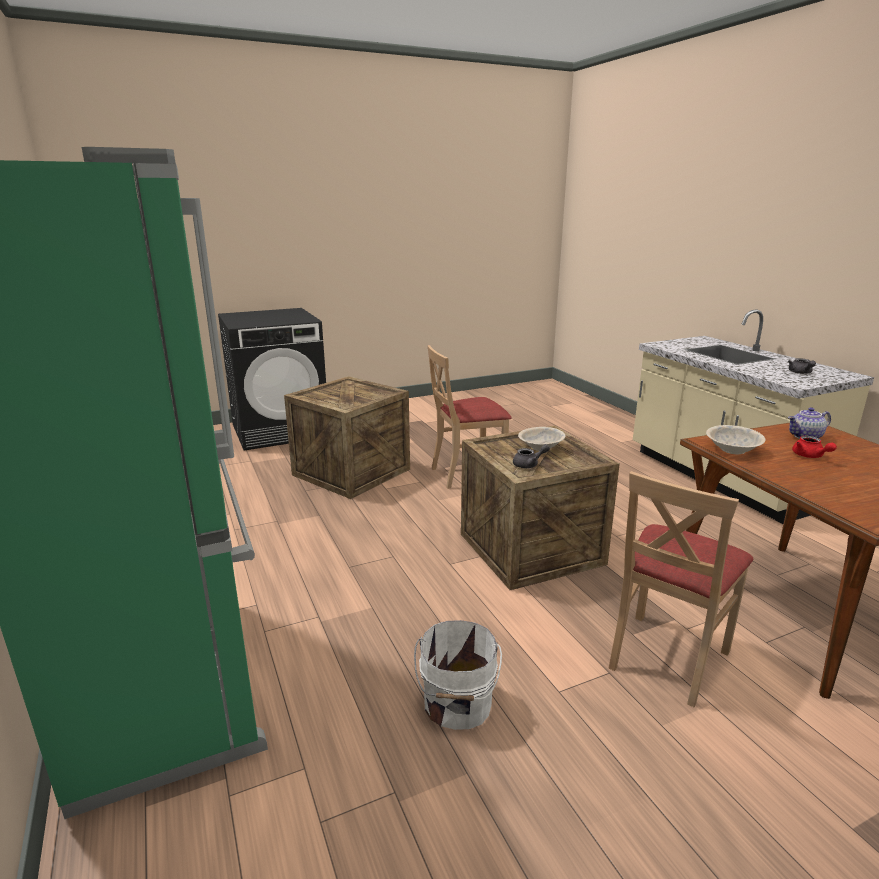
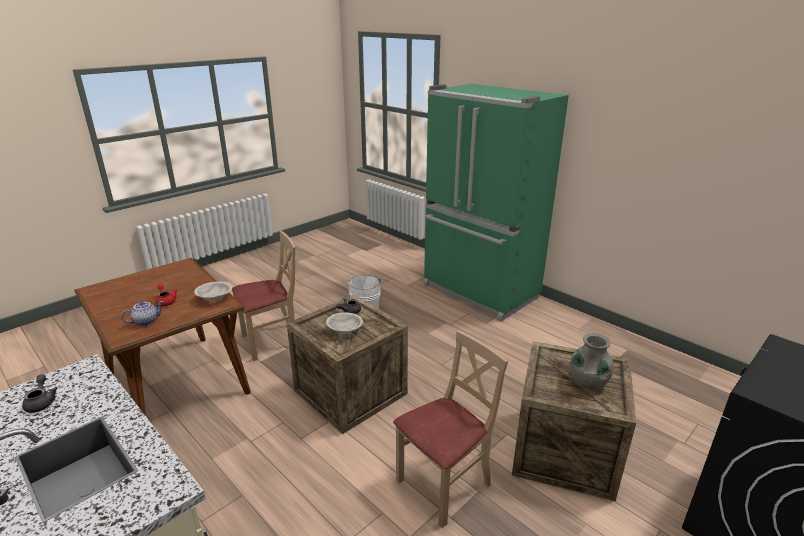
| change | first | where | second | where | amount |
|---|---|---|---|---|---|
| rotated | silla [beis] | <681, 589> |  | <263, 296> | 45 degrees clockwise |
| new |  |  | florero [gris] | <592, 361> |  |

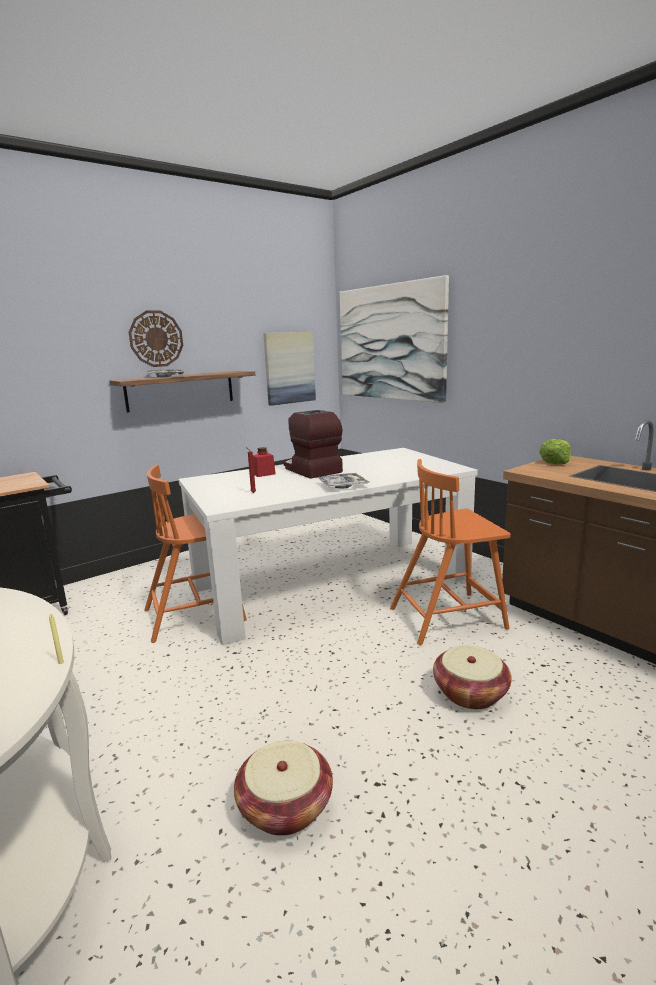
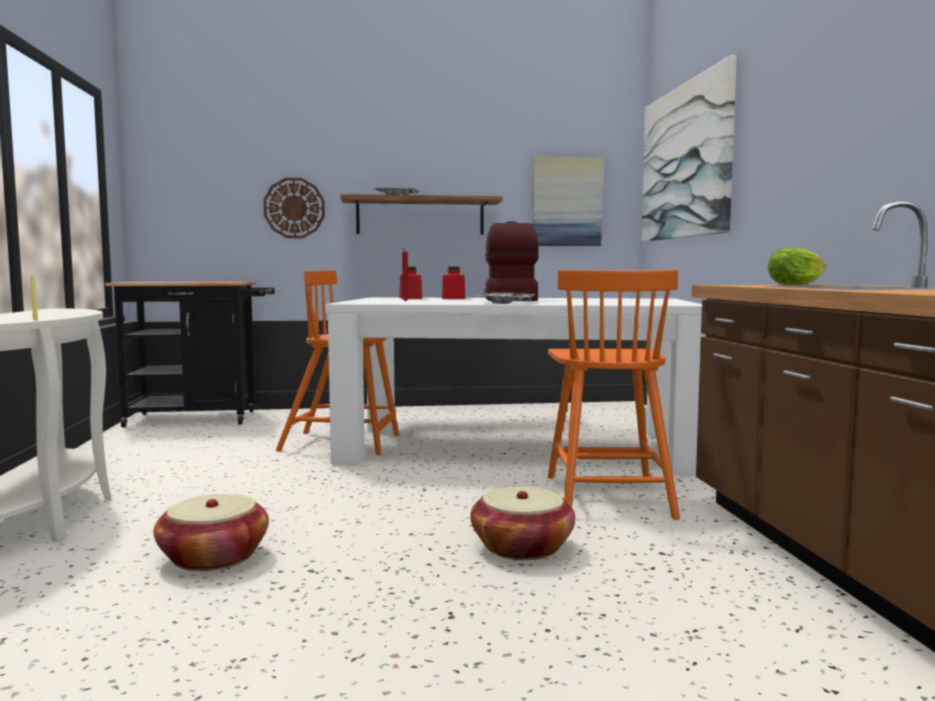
| change | first | where | second | where | amount |
|---|---|---|---|---|---|
| shifted | reloj de pared | <156, 339> |  | <294, 208> |  |
| new |  |  | tarro [rojo] | <411, 283> |  |
| rotated | silla [naranja] | <450, 552> |  | <614, 395> | 105 degrees counterclockwise |

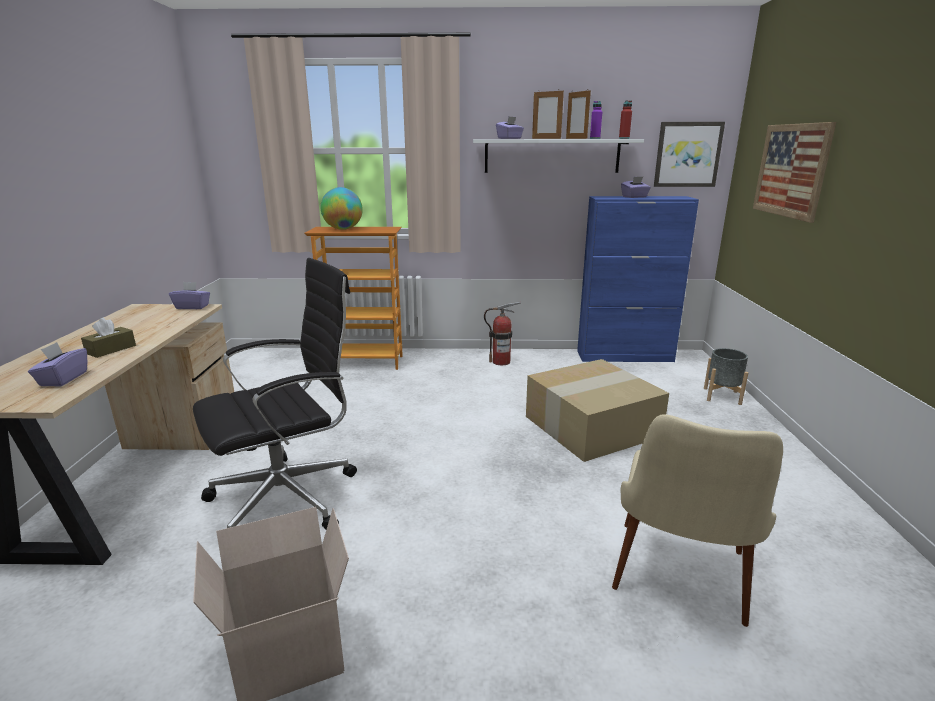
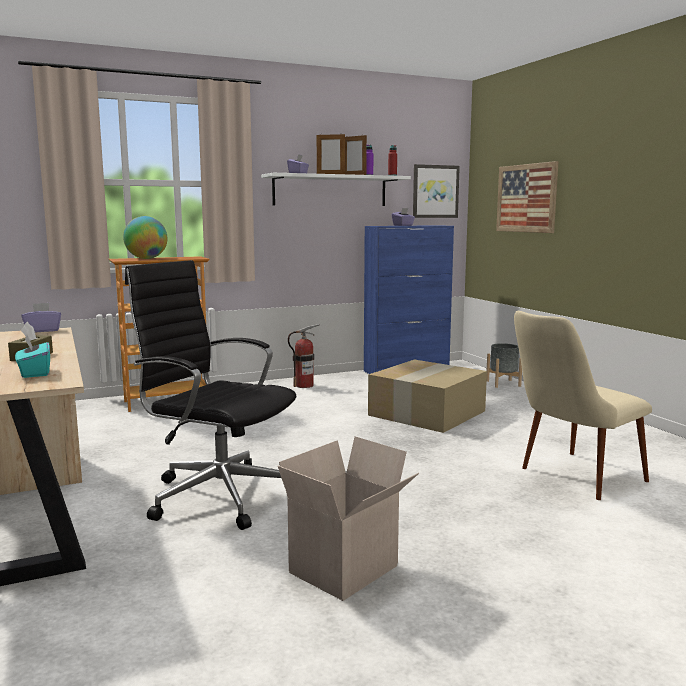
| change | first | where | second | where | amount |
|---|---|---|---|---|---|
| repainted | caja de pañuelos [morado] | <57, 364> | caja de pañuelos [turquesa] | <32, 357> |  |
| rotated | silla de oficina [negro] | <275, 394> |  | <210, 395> | 90 degrees counterclockwise |
| rotated | silla [beis] | <697, 520> |  | <583, 405> | 60 degrees clockwise |

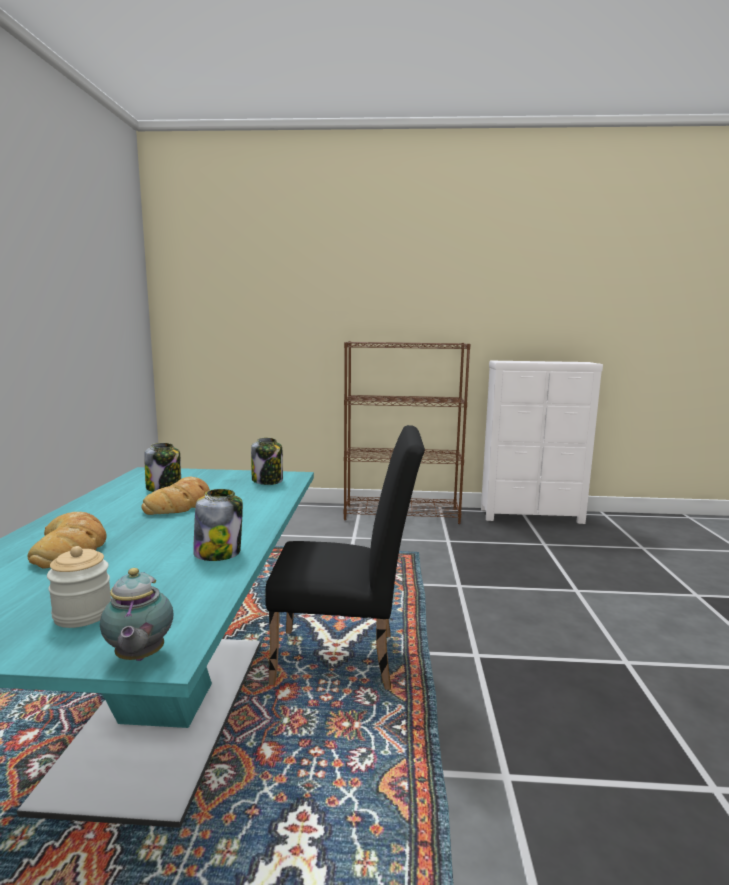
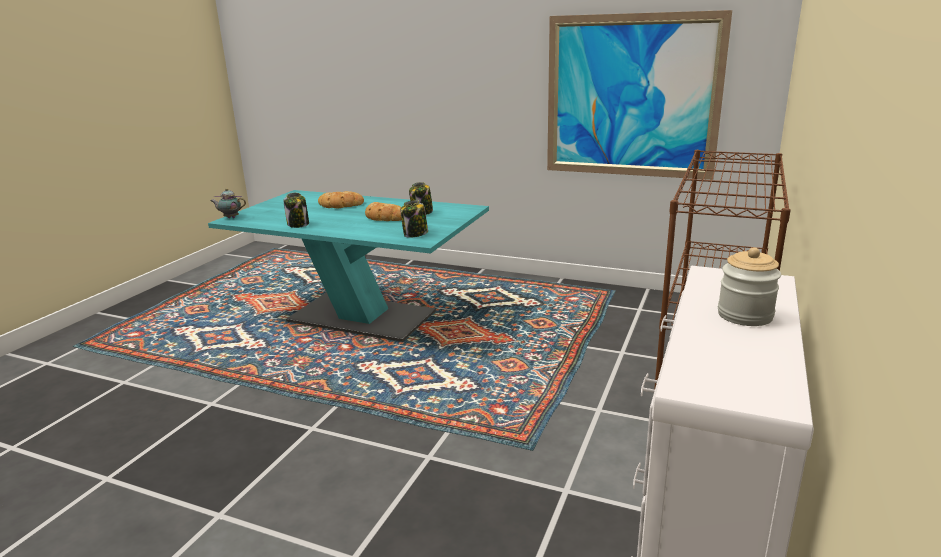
| change | first | where | second | where | amount |
|---|---|---|---|---|---|
| new |  |  | cuadro | <639, 95> |  |
| shifted | tarro | <79, 587> |  | <749, 286> |  |
| gone | silla [negro] | <345, 557> |  |  |  |

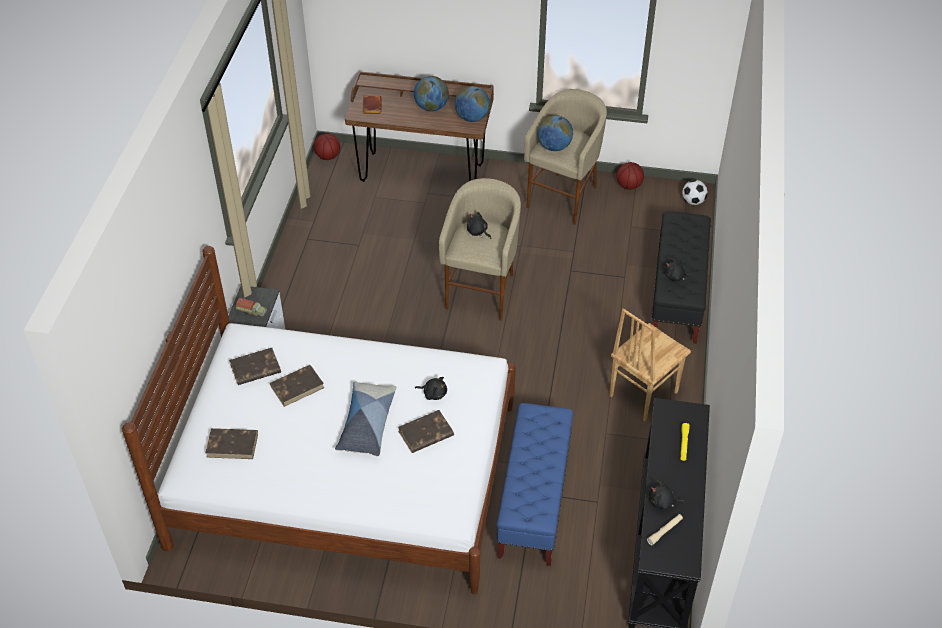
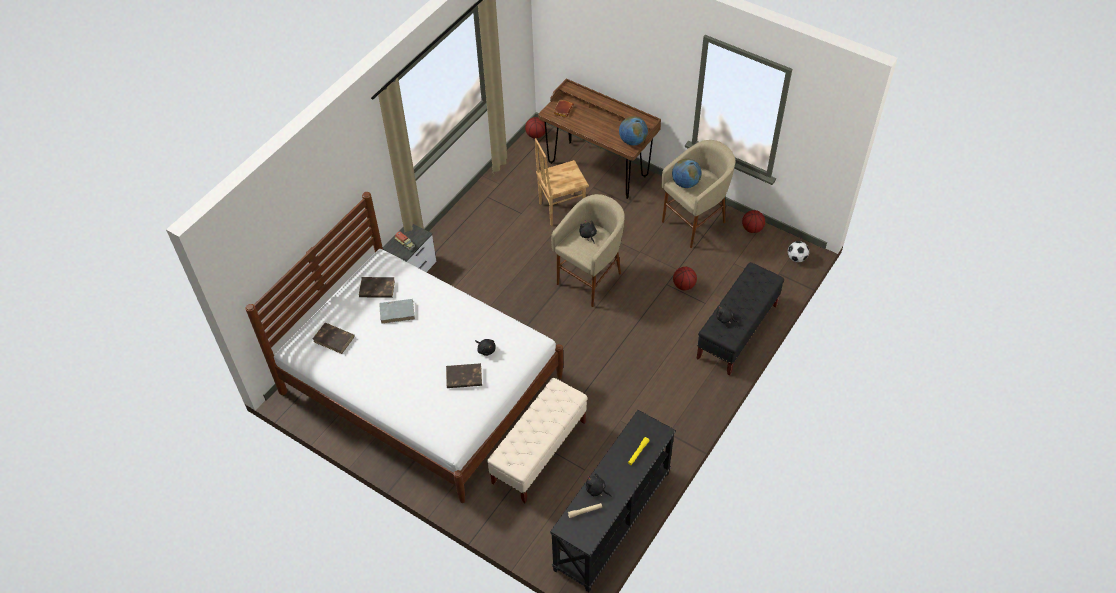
| change | first | where | second | where | amount |
|---|---|---|---|---|---|
| repainted | libro [marrón] | <297, 386> | libro [gris] | <397, 311> |  |
| repainted | banco [azul] | <534, 484> | banco [beis] | <537, 440> |  |
| shifted | silla [marrón] | <650, 364> |  | <562, 182> |  |
| new |  |  | balón de baloncesto | <685, 278> |  |
| gone | cojín | <366, 419> |  |  |  |
| gone | globo terráqueo | <431, 94> |  |  |  |

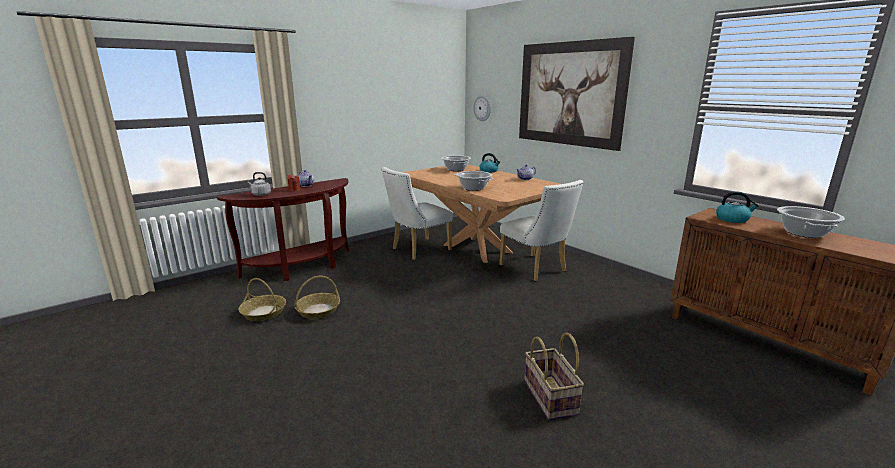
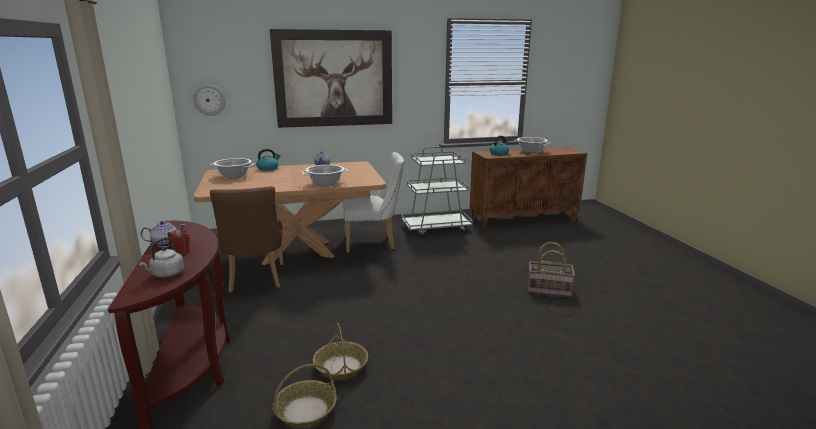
| change | first | where | second | where | amount |
|---|---|---|---|---|---|
| repainted | silla [blanco] | <417, 213> | silla [marrón] | <246, 239> |  |
| new |  |  | carrito [gris] | <437, 192> |  |

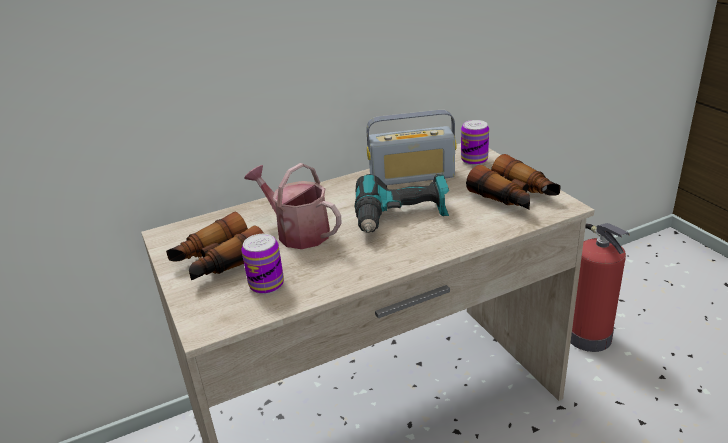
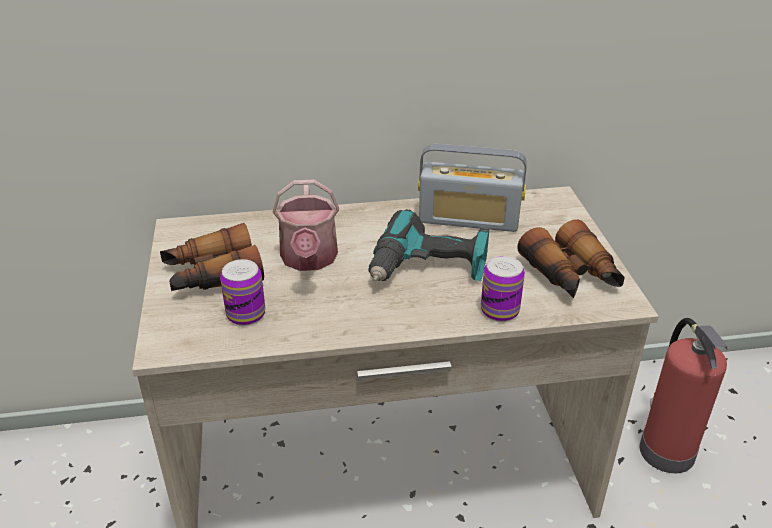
| change | first | where | second | where | amount |
|---|---|---|---|---|---|
| rotated | regadera | <293, 206> |  | <306, 225> | 150 degrees counterclockwise |
| shifted | lata | <475, 142> |  | <503, 289> |  |

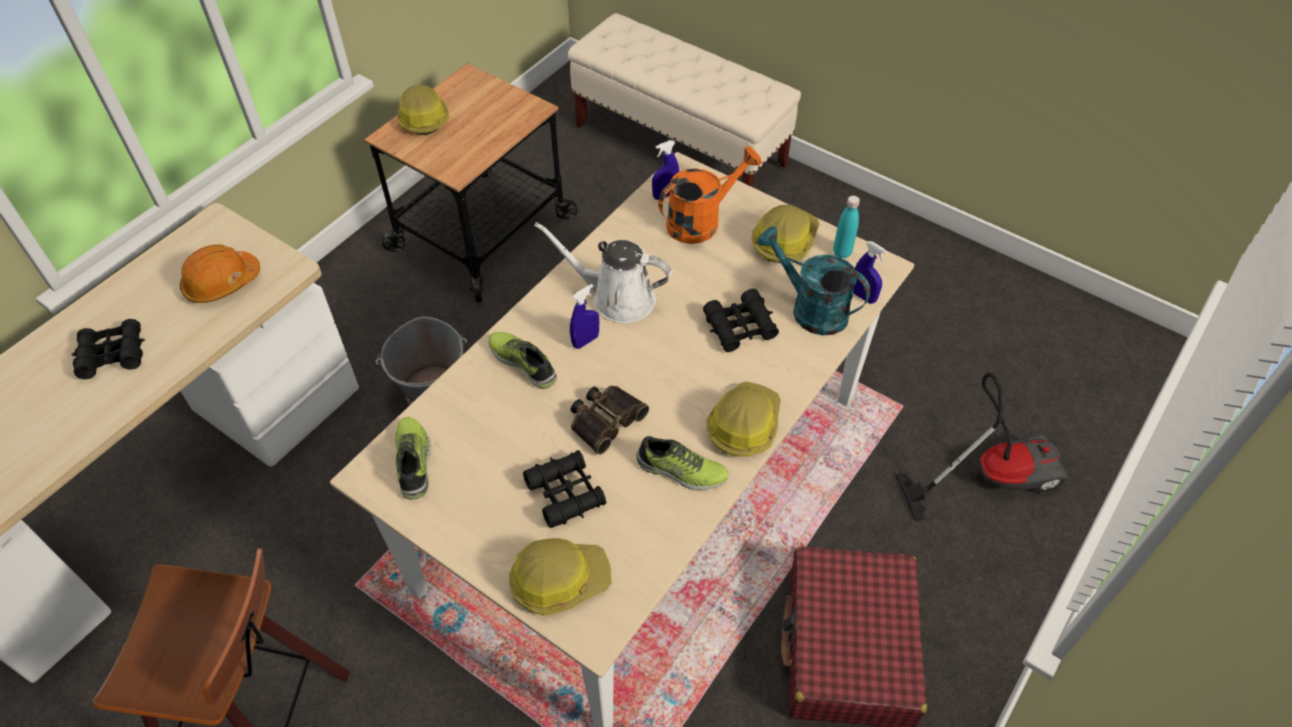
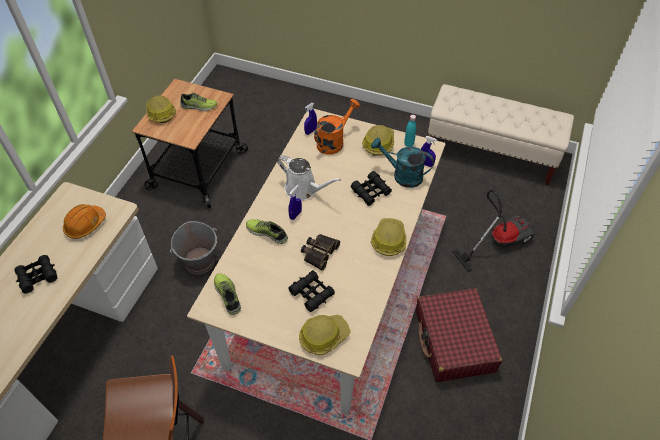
| change | first | where | second | where | amount |
|---|---|---|---|---|---|
| shifted | zapato | <682, 463> |  | <198, 102> |  |
| rotated | regadera [blanco] | <603, 272> |  | <309, 178> | 150 degrees counterclockwise |
| shifted | banco [beis] | <684, 100> |  | <500, 135> |  |

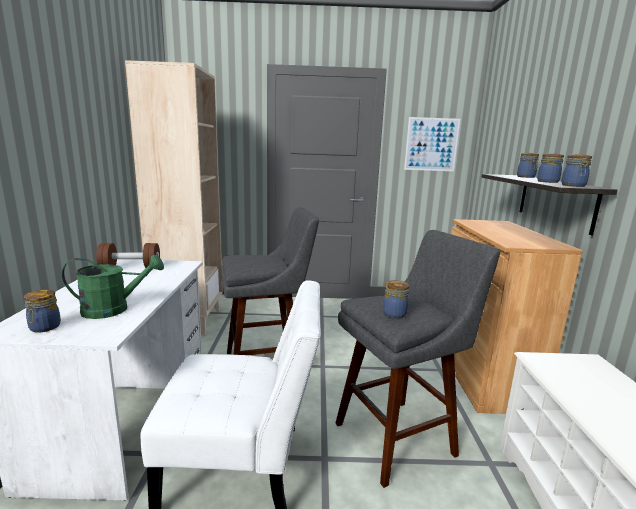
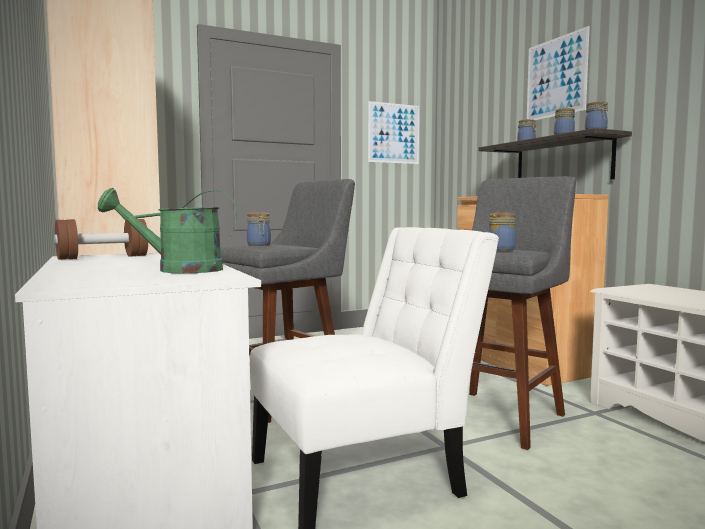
| change | first | where | second | where | amount |
|---|---|---|---|---|---|
| rotated | regadera [verde] | <113, 287> |  | <167, 230> | 150 degrees counterclockwise |
| shifted | tarro | <42, 311> |  | <259, 229> |  |
| new |  |  | cuadro | <558, 73> |  |

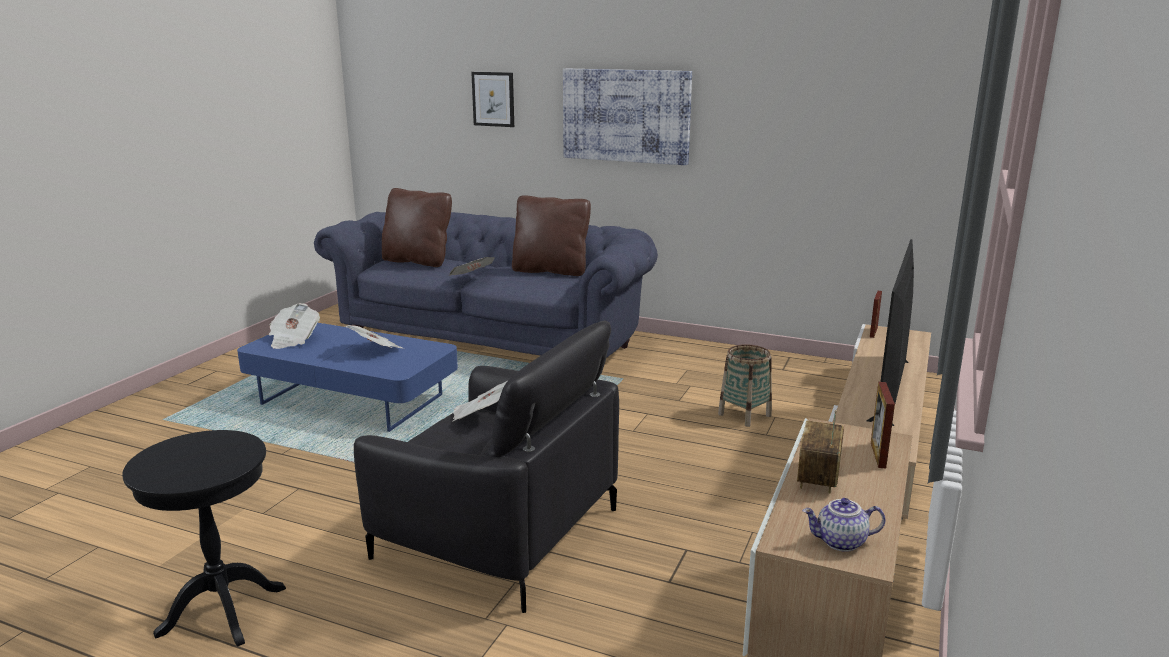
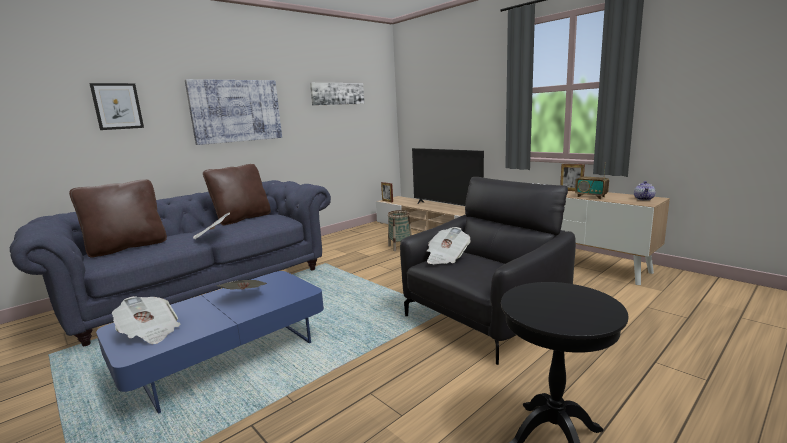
| change | first | where | second | where | amount |
|---|---|---|---|---|---|
| new |  |  | cuadro | <337, 94> |  |

